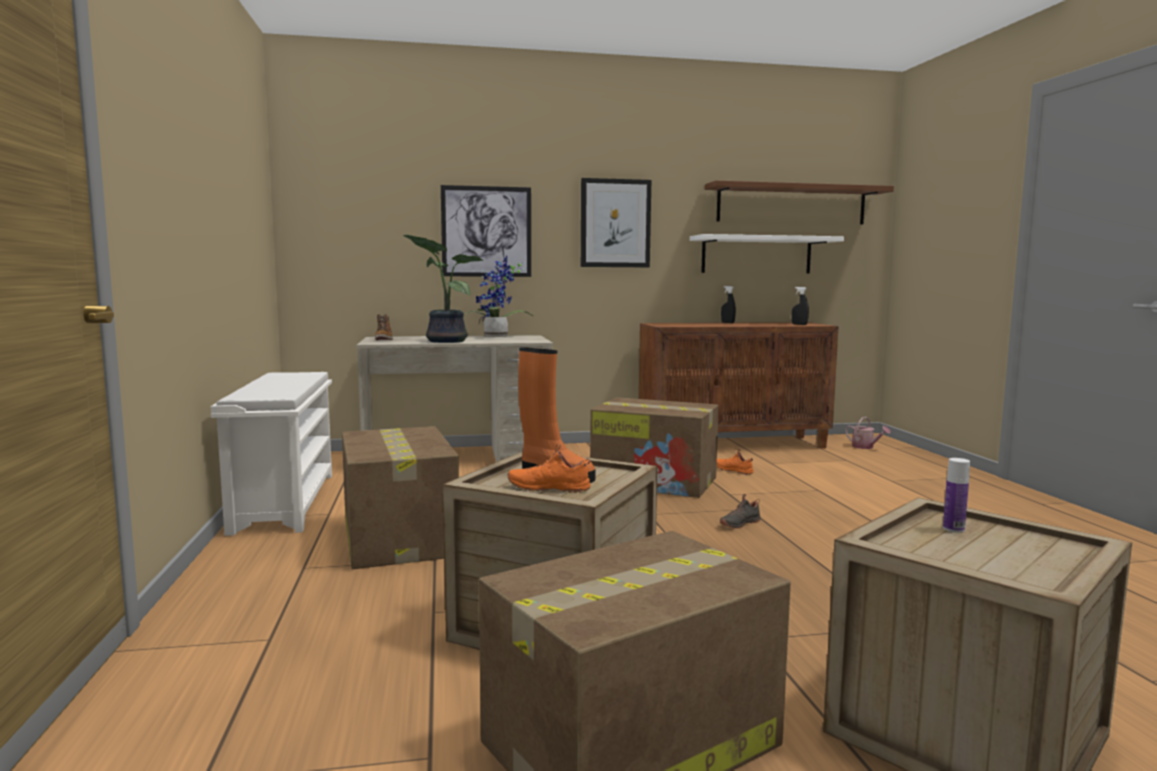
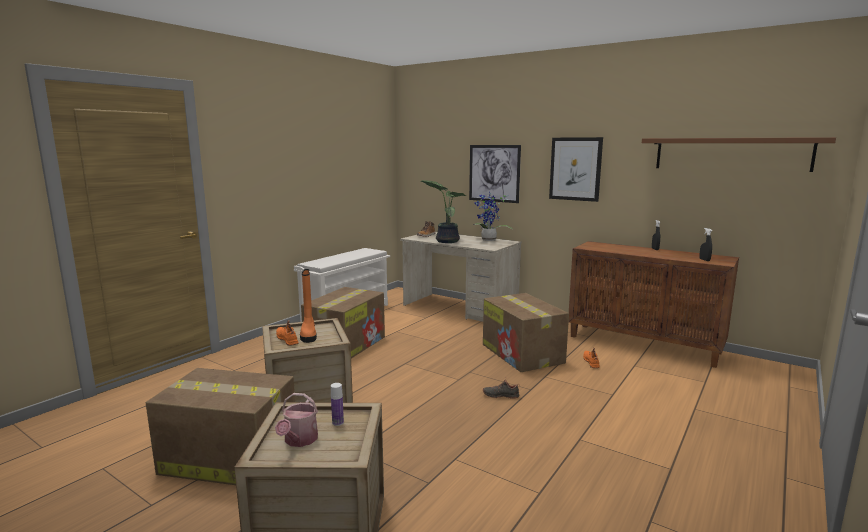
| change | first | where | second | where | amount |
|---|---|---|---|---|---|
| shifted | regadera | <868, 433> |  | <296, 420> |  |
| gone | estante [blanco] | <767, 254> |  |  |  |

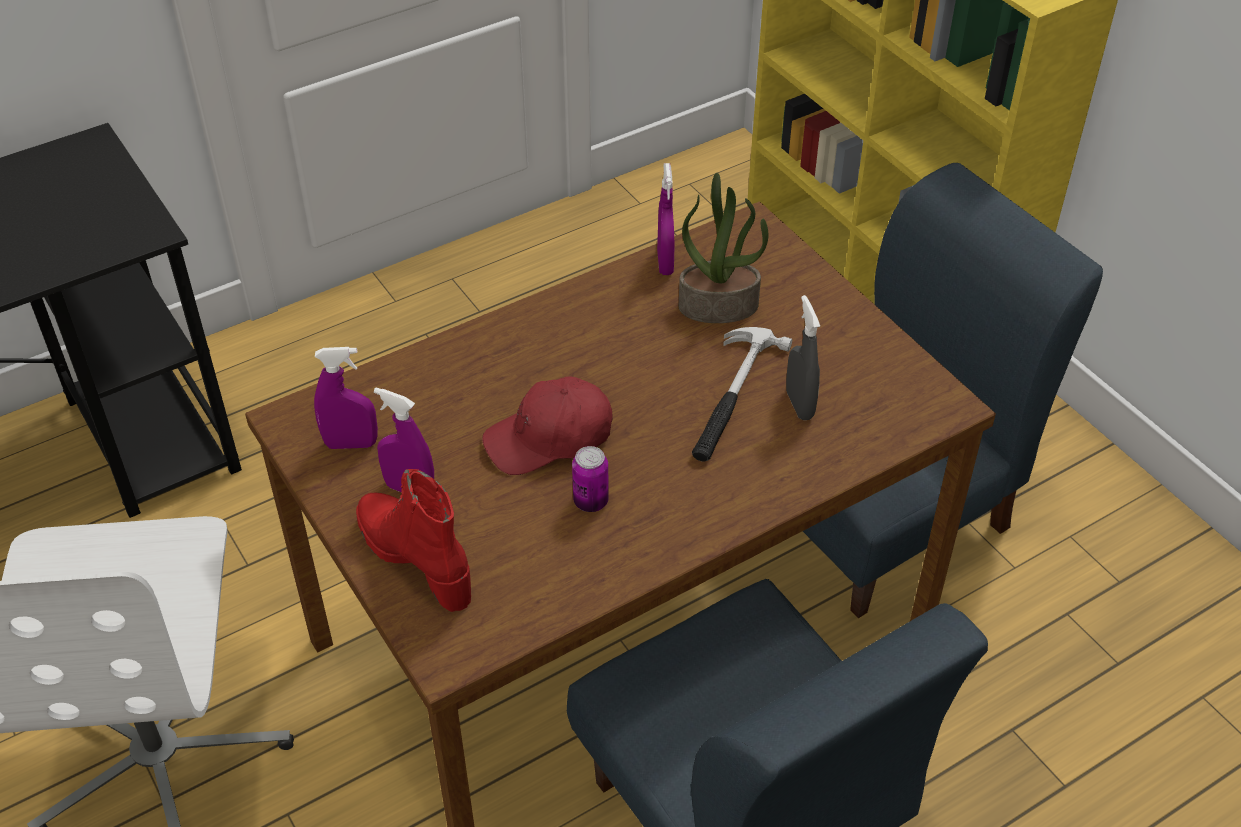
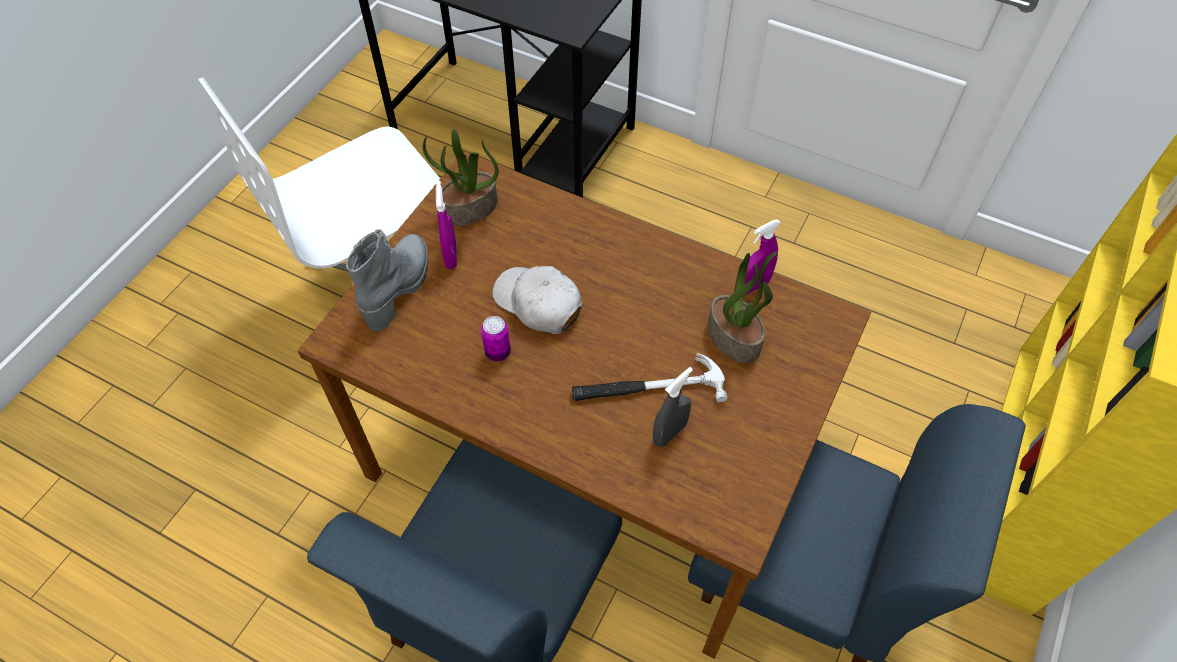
| change | first | where | second | where | amount |
|---|---|---|---|---|---|
| repainted | bota [rojo] | <413, 540> | bota [gris] | <387, 280> |  |
| swapped | pulverizador [morado] | <346, 398> | planta en maceta | <461, 177> |  |
| repainted | gorra [rojo] | <547, 425> | gorra [blanco] | <537, 300> |  |

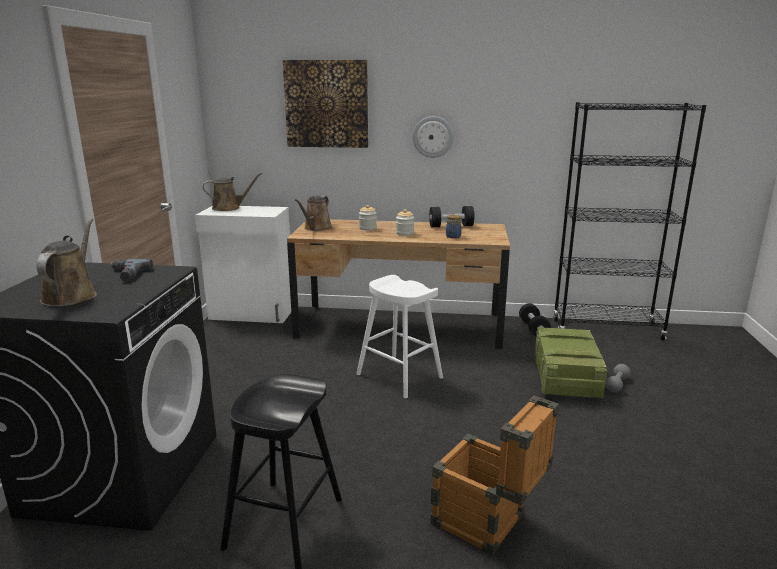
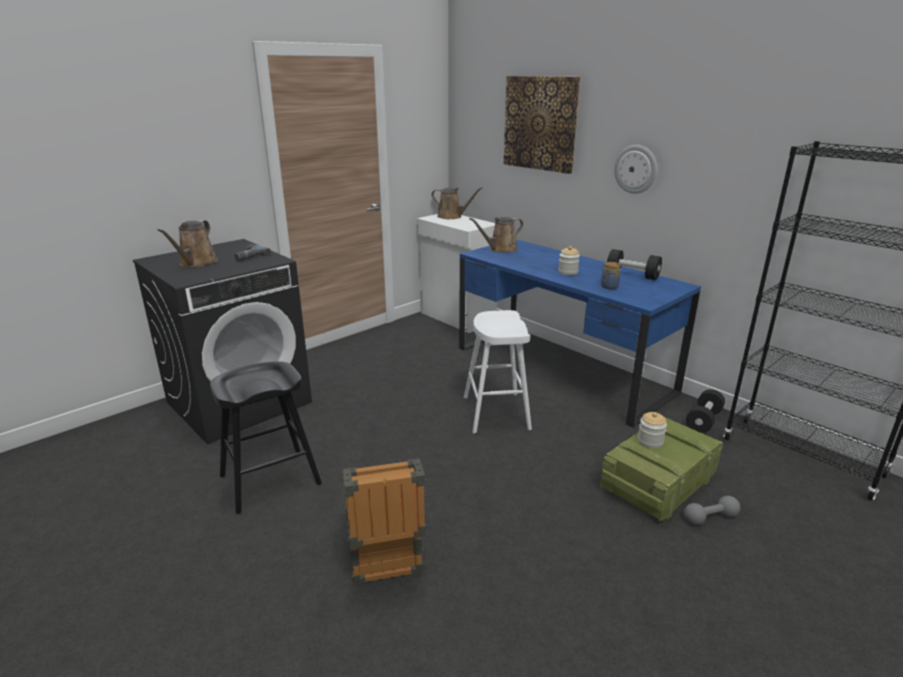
| change | first | where | second | where | amount |
|---|---|---|---|---|---|
| rotated | regadera [marrón] | <66, 262> |  | <188, 243> | 150 degrees clockwise |
| repainted | escritorio [marrón] | <398, 284> | escritorio [azul] | <580, 333> |  |
| shifted | tarro | <368, 218> |  | <652, 430> |  |

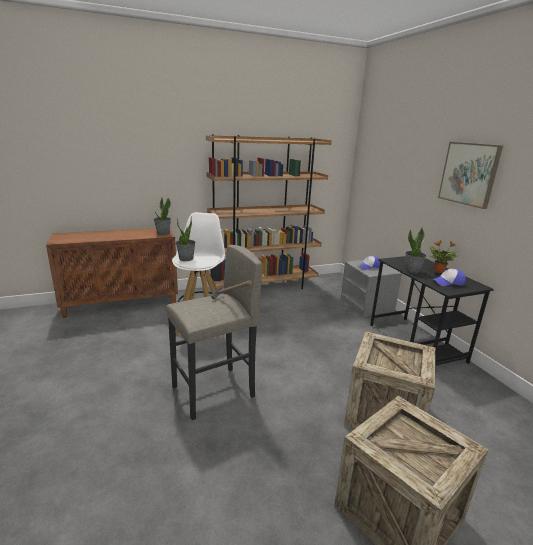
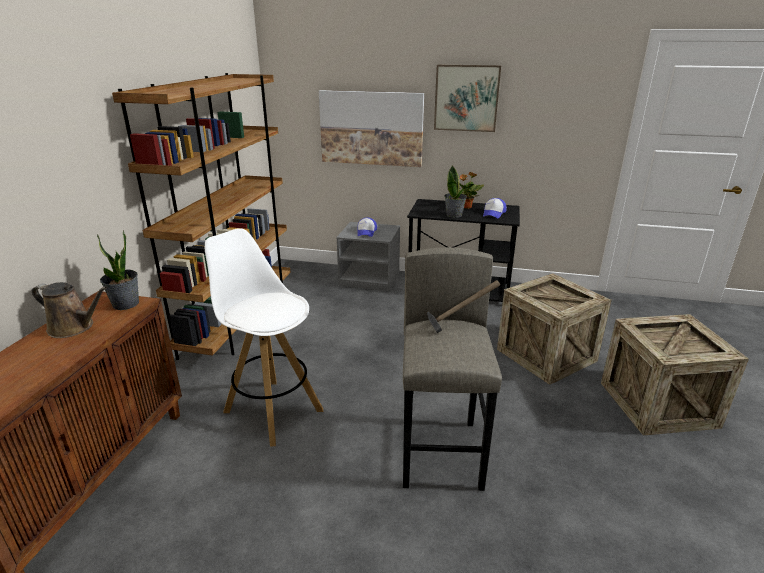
| change | first | where | second | where | amount |
|---|---|---|---|---|---|
| new |  |  | regadera [marrón] | <69, 310> |  |
| new |  |  | cuadro | <371, 128> |  |
| gone | planta en maceta | <186, 238> |  |  |  |

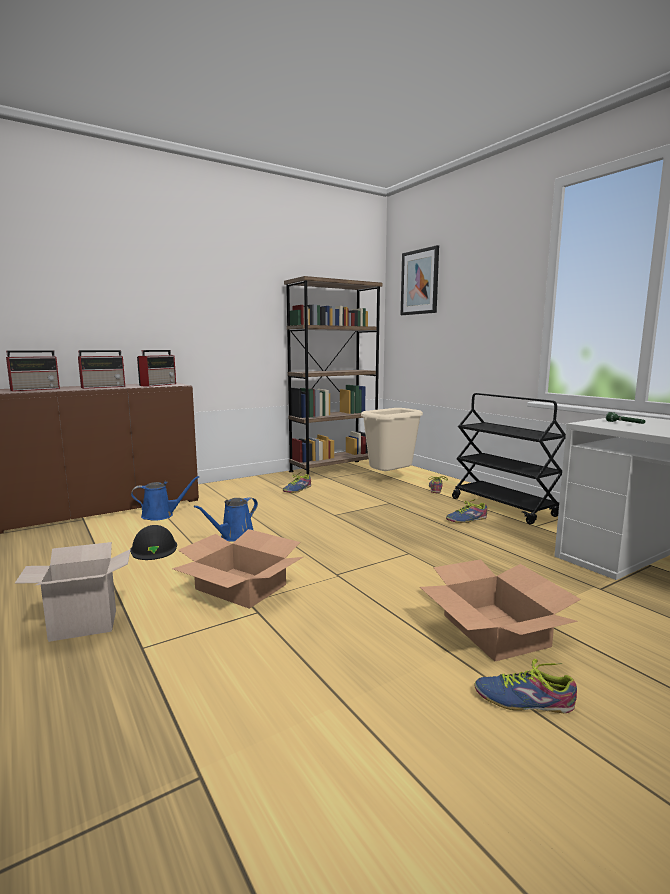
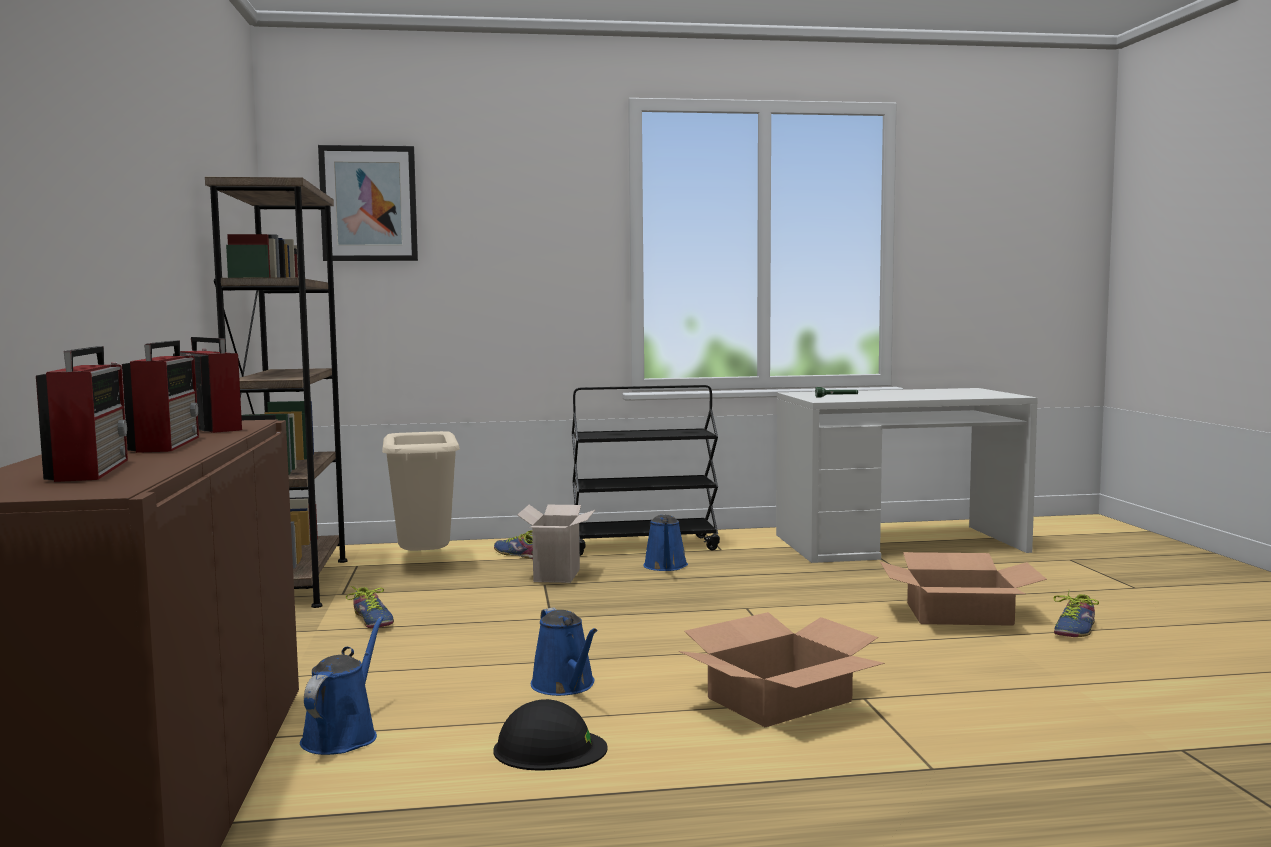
| change | first | where | second | where | amount |
|---|---|---|---|---|---|
| shifted | caja de cartón | <73, 592> |  | <556, 544> |  |
| swapped | zapato | <466, 511> | regadera [azul] | <665, 542> |  |

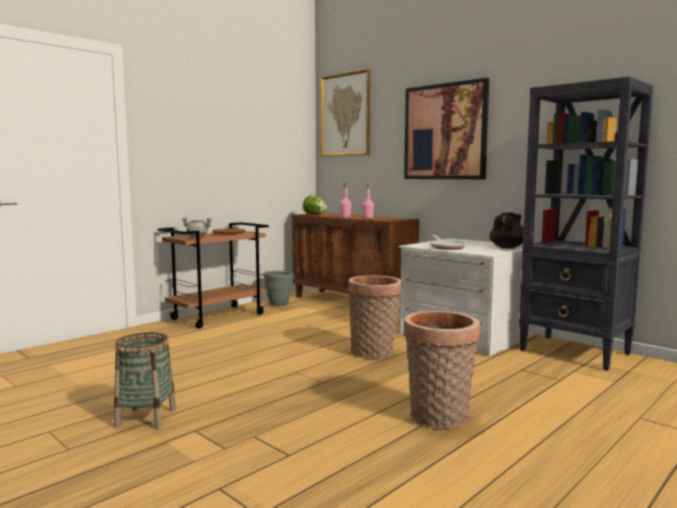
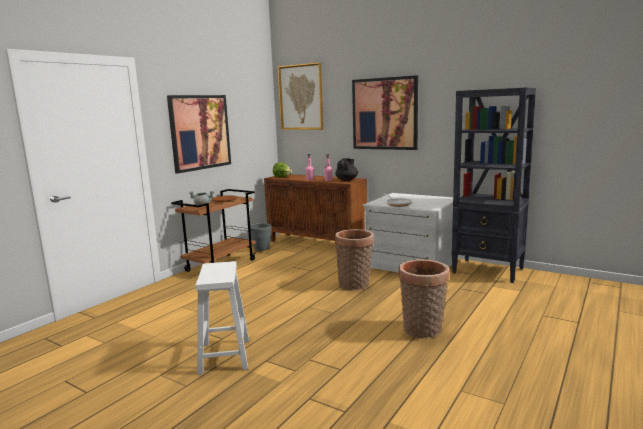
| change | first | where | second | where | amount |
|---|---|---|---|---|---|
| new |  |  | cuadro | <199, 134> |  |
| swapped | cesta | <145, 380> | taburete [blanco] | <222, 318> |  |
| shifted | tetera [negro] | <507, 230> |  | <346, 169> |  |

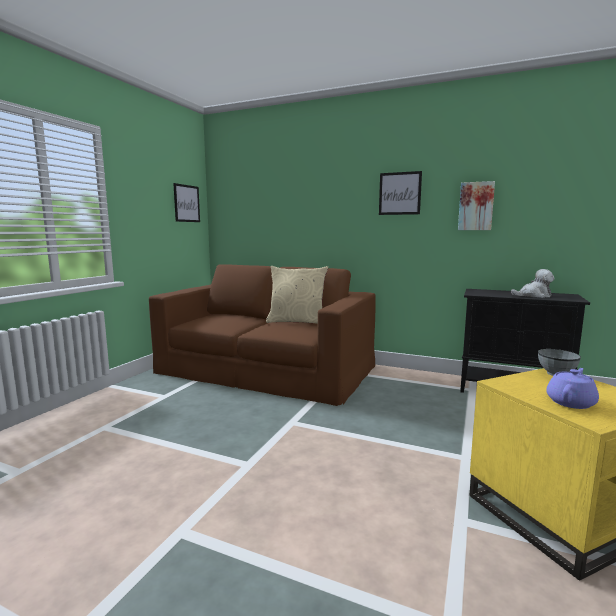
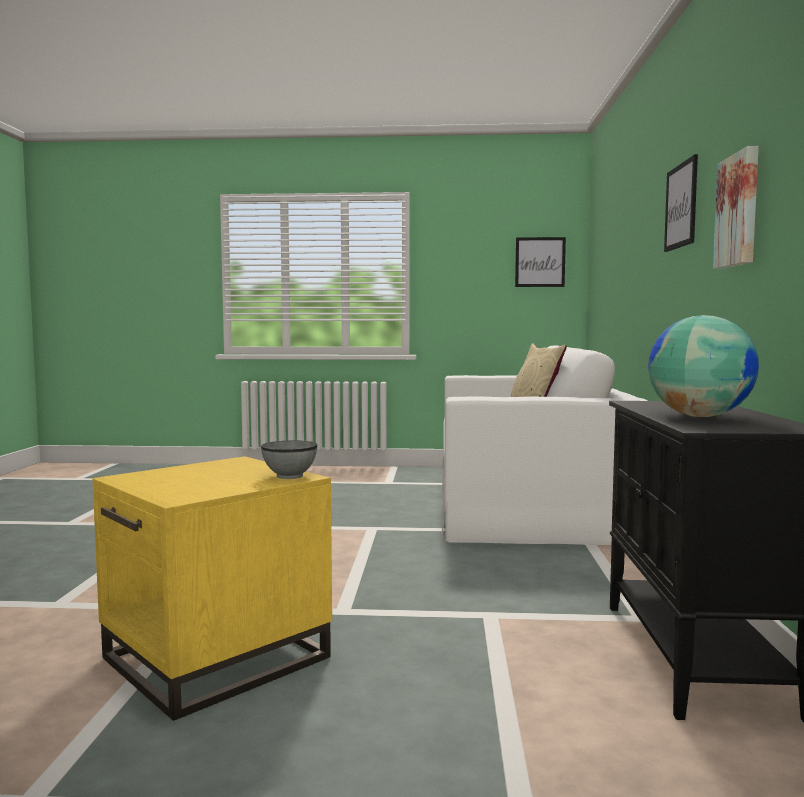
| change | first | where | second | where | amount |
|---|---|---|---|---|---|
| repainted | sofá [marrón] | <262, 335> | sofá [blanco] | <545, 445> |  |
| swapped | peluche | <533, 283> | globo terráqueo | <703, 366> |  |
| gone | tetera [morado] | <572, 388> |  |  |  |

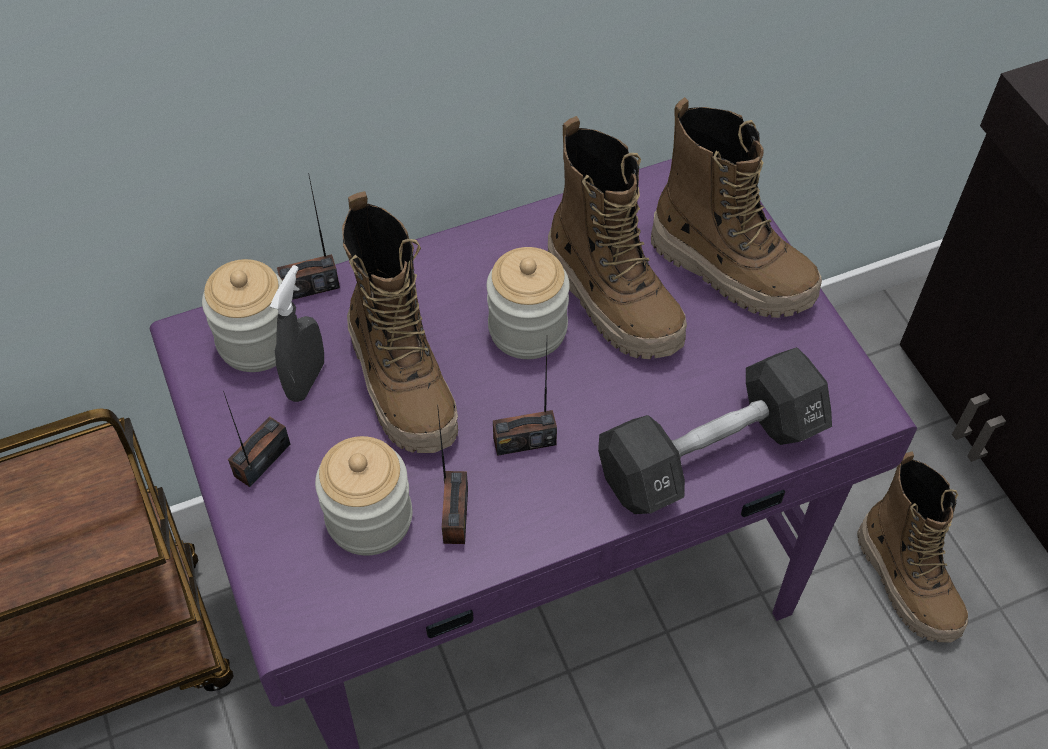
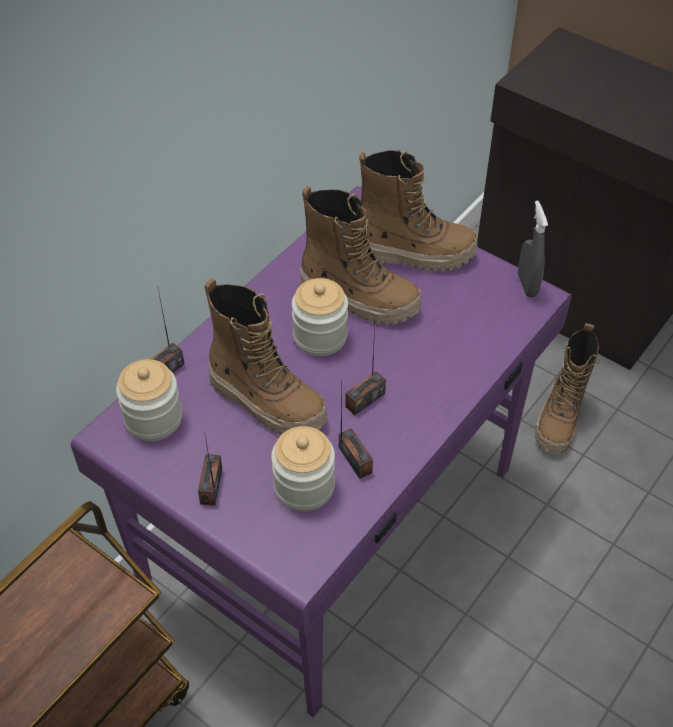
| change | first | where | second | where | amount |
|---|---|---|---|---|---|
| shifted | pulverizador [gris] | <297, 333> |  | <533, 249> |  |
| rotated | bota | <912, 547> |  | <567, 388> | 75 degrees clockwise |
| gone | mancuerna [negro] | <715, 430> |  |  |  |

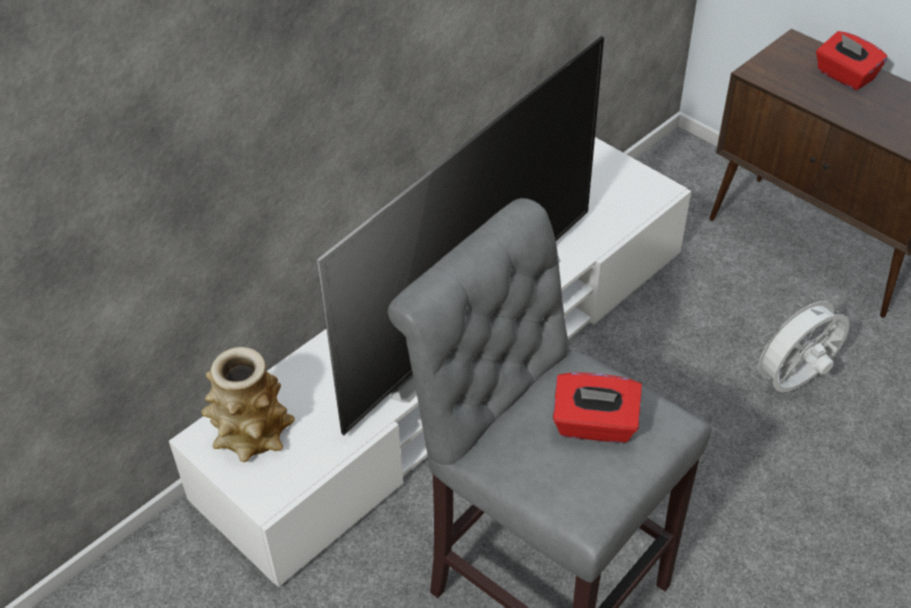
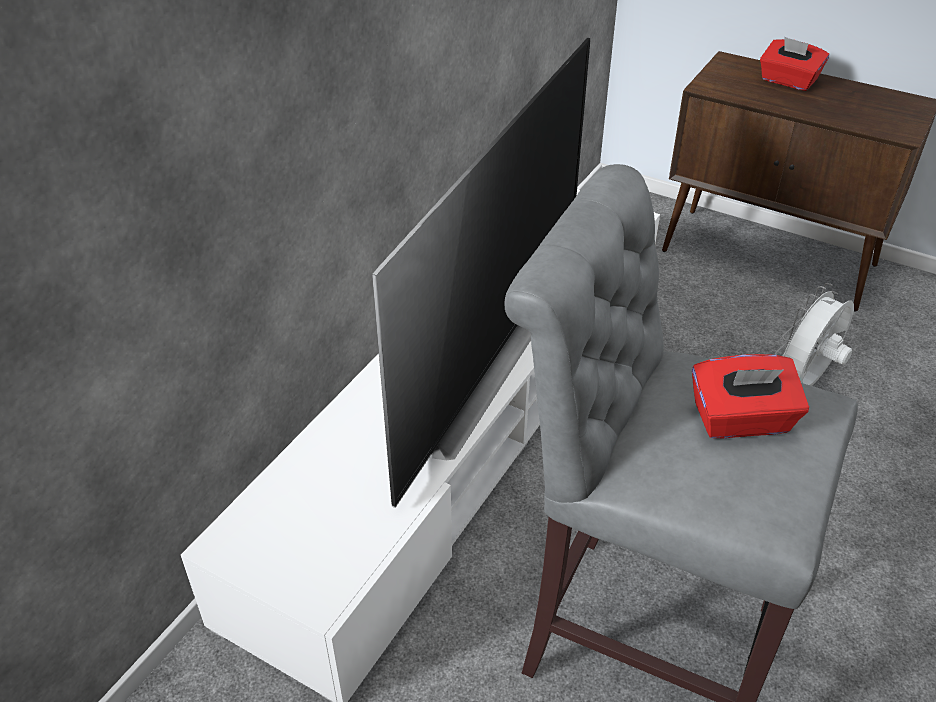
| change | first | where | second | where | amount |
|---|---|---|---|---|---|
| gone | florero | <248, 404> |  |  |  |

